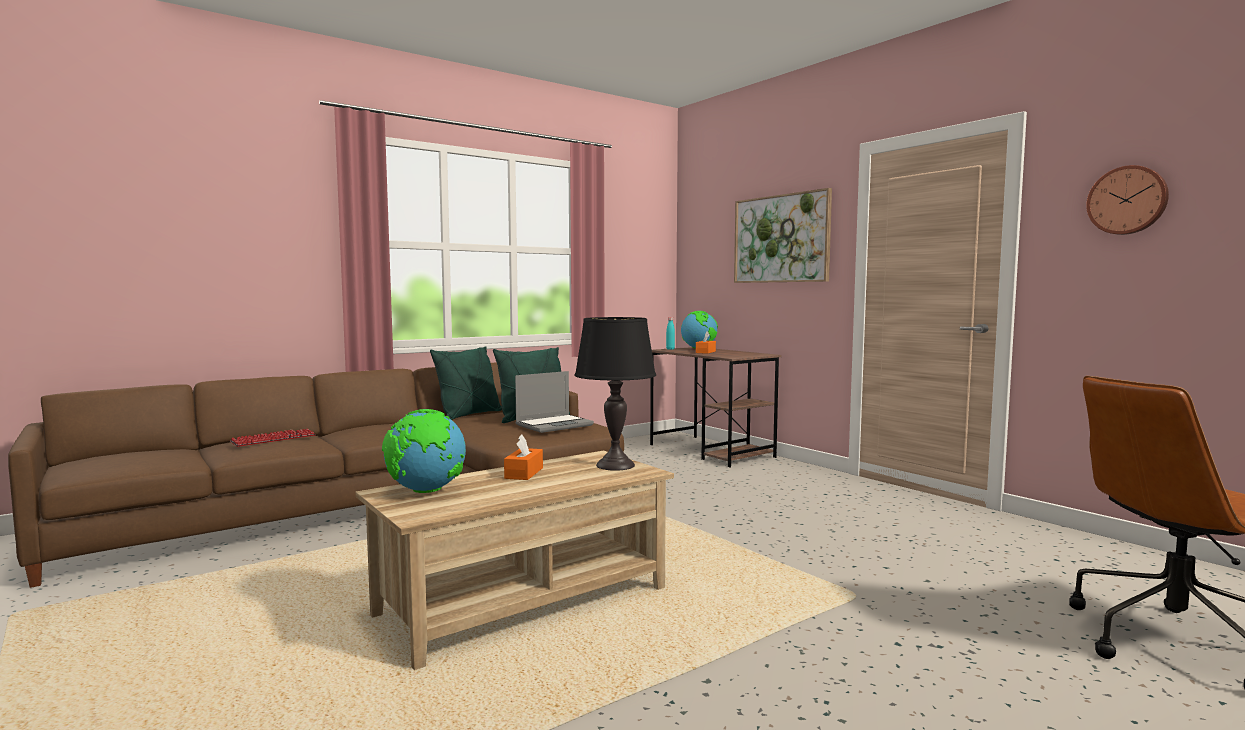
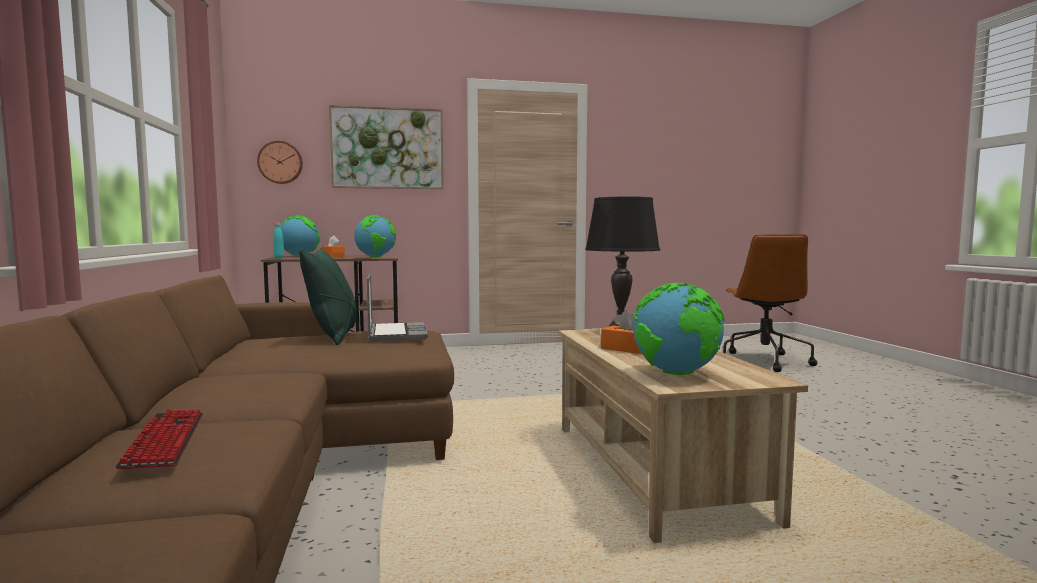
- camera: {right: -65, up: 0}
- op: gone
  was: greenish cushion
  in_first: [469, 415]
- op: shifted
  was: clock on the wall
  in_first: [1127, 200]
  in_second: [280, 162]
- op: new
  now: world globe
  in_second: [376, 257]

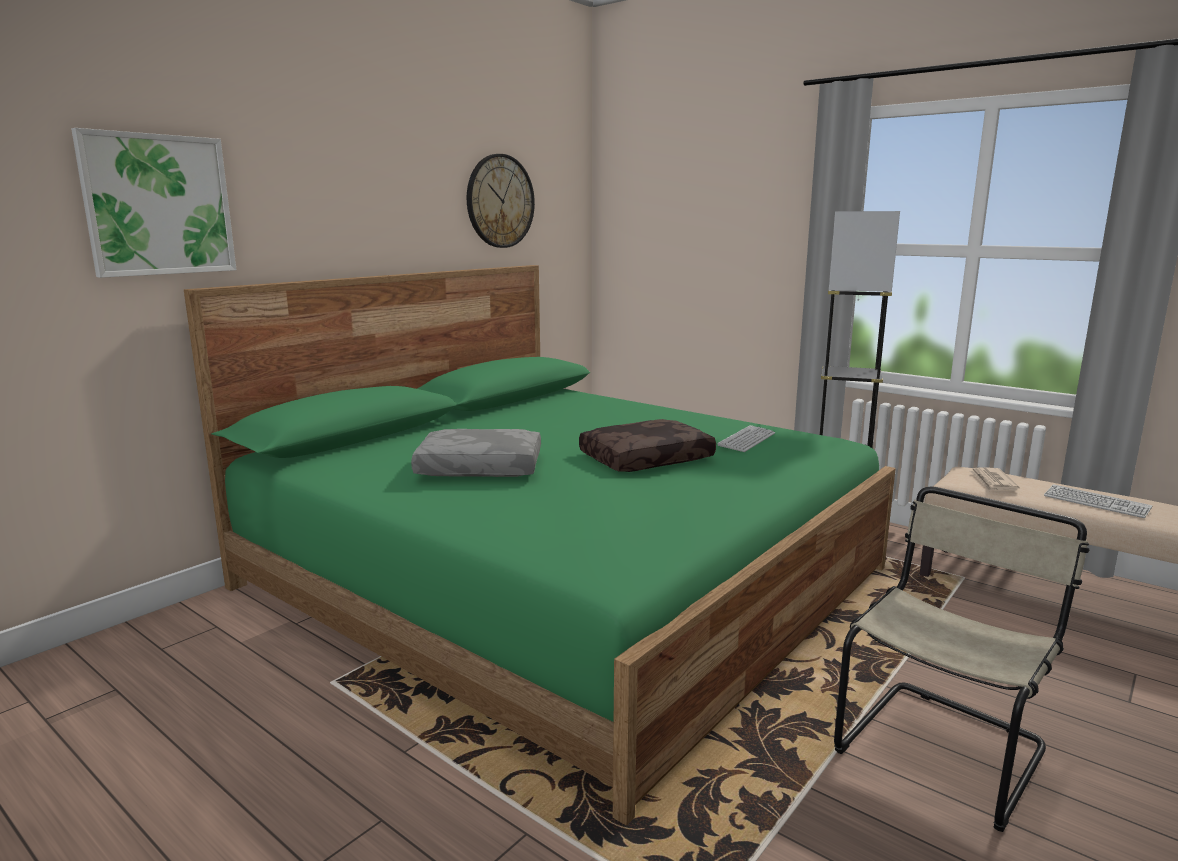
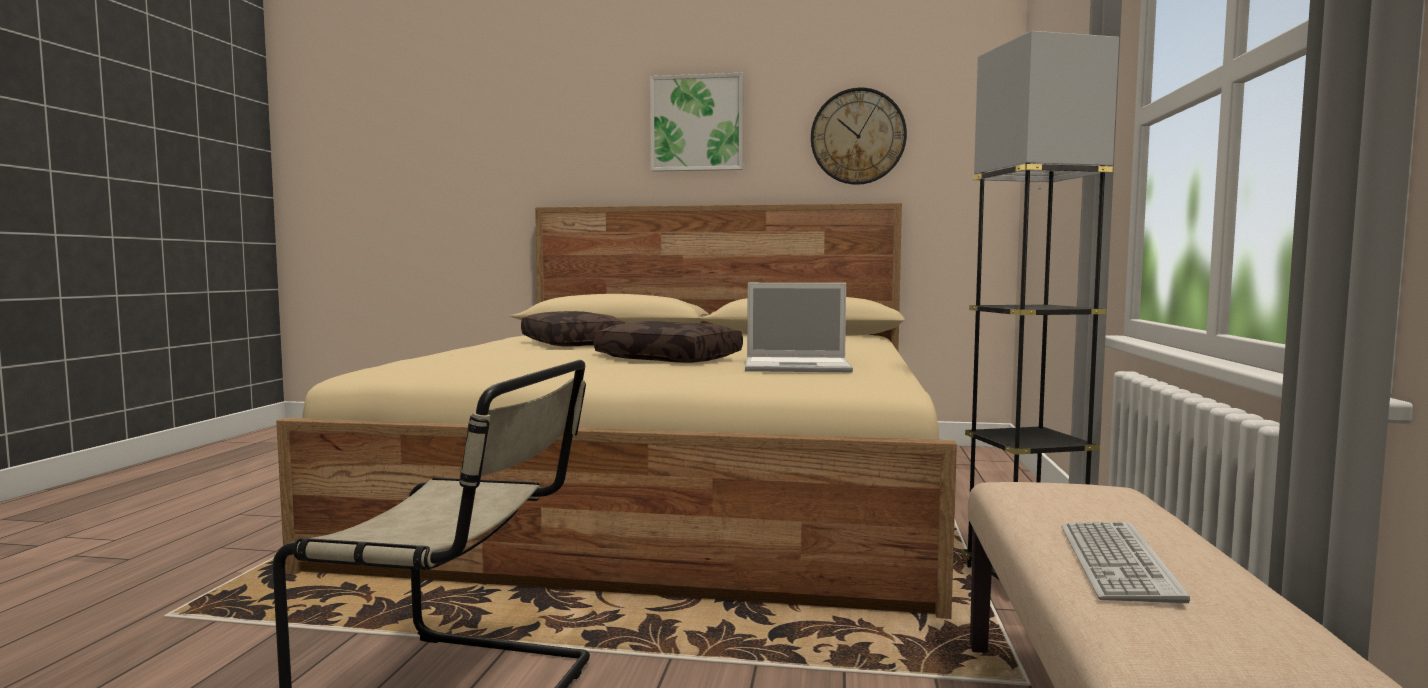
- camera: {right: 60, up: -10}
- op: shifted
  was: wall picture
  in_first: [158, 205]
  in_second: [697, 123]
- op: repainted
  was: greenish bedroom bed
  now: sand-coloured bedroom bed
  in_first: [562, 577]
  in_second: [674, 492]
- op: repainted
  was: greyish cushion
  now: brownish cushion
  in_first: [478, 469]
  in_second: [570, 343]
- op: swapped
  was: computer keyboard
  now: notebook computer
  in_first: [747, 440]
  in_second: [799, 366]
- op: gone
  was: printed paper
  in_first: [992, 482]

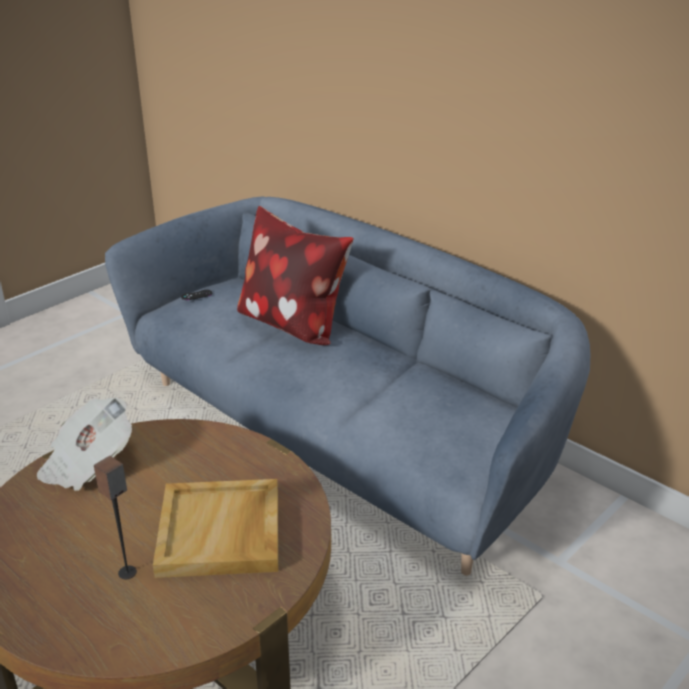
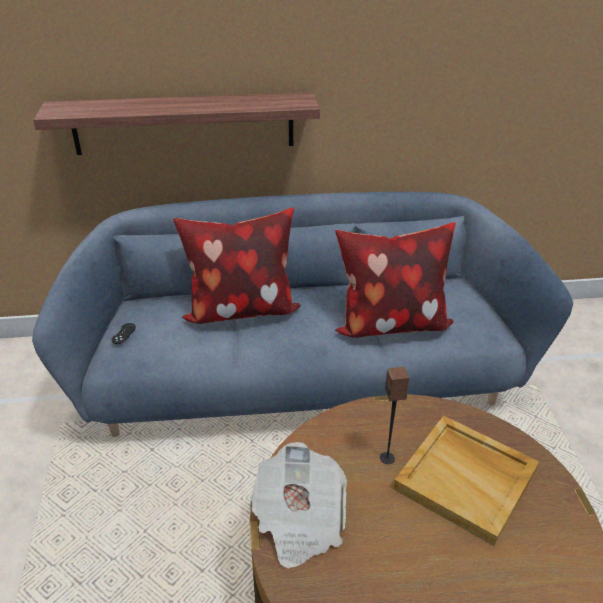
- camera: {right: -50, up: 5}
- op: shifted
  was: speaker
  in_first: [127, 573]
  in_second: [387, 458]
- op: new
  now: shelf
  in_second: [184, 123]
- op: new
  now: cushion
  in_second: [390, 323]

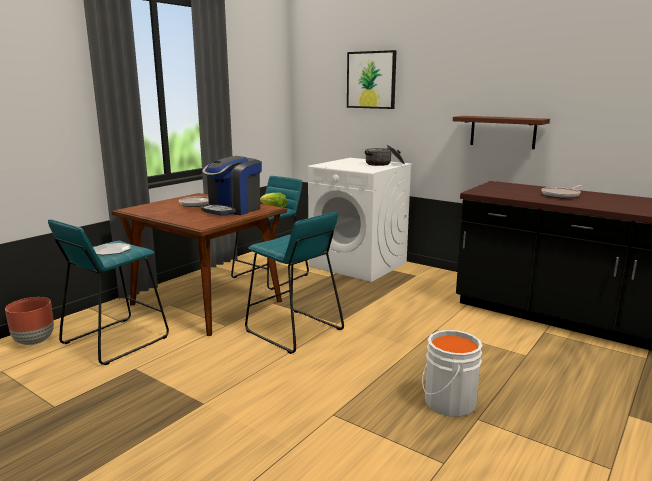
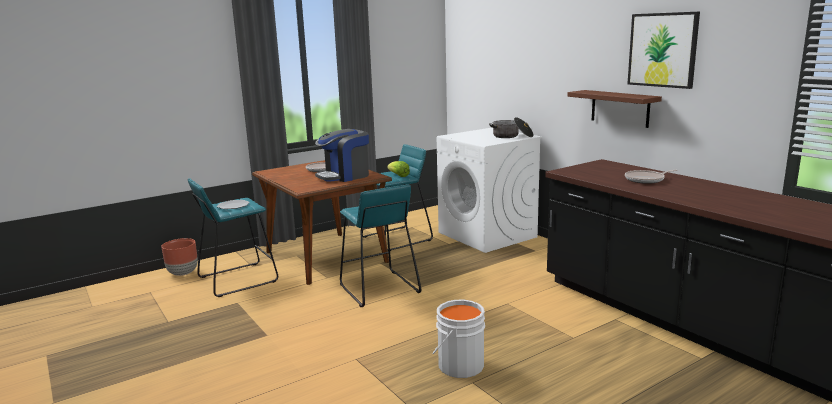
- camera: {right: 20, up: 0}
- op: shifted
  was: wall picture
  in_first: [371, 80]
  in_second: [662, 50]

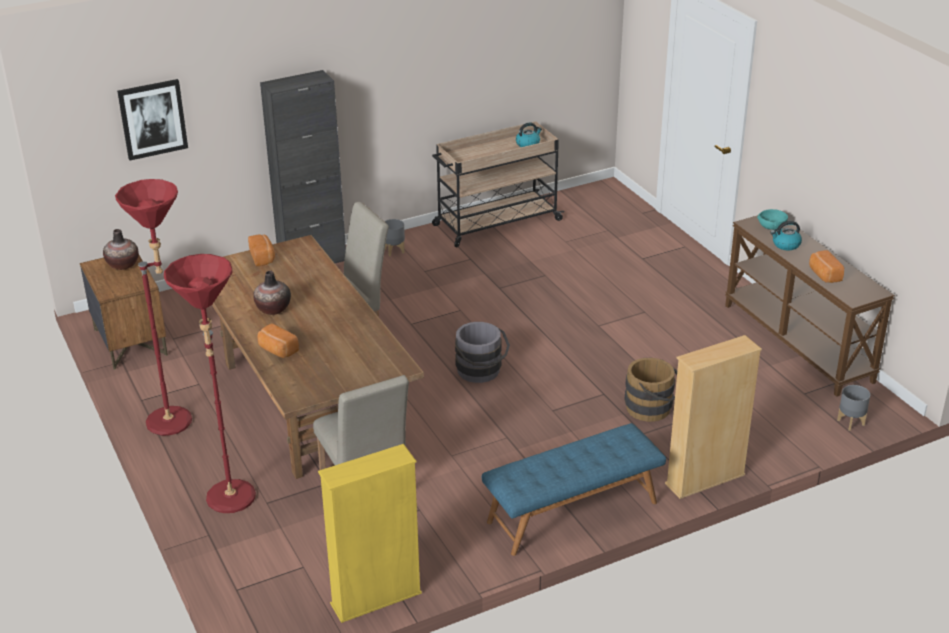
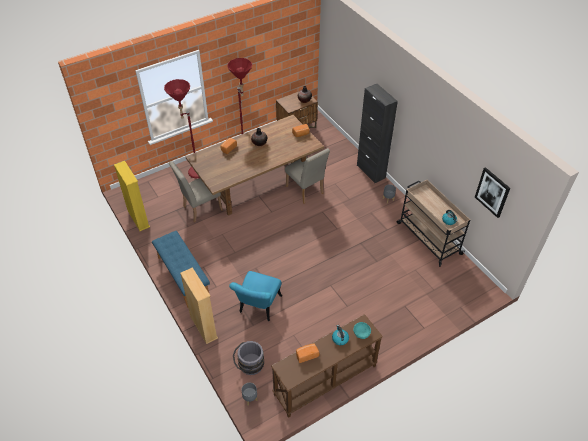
- camera: {right: 85, up: 15}
- op: shifted
  was: wall picture
  in_first: [152, 119]
  in_second: [492, 192]
- op: shifted
  was: greyish water bucket
  in_first: [480, 372]
  in_second: [249, 365]
- op: swapped
  was: brownish water bucket
  now: turquoise chair
  in_first: [652, 409]
  in_second: [258, 307]

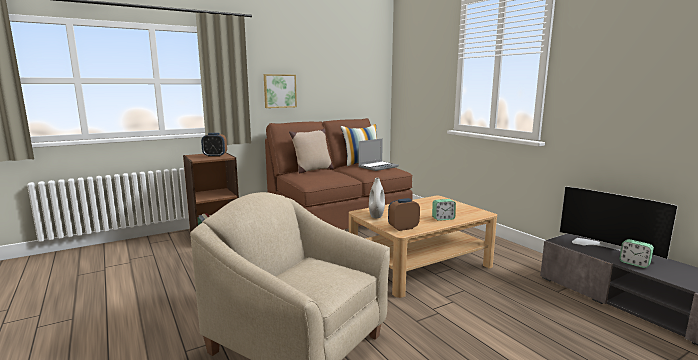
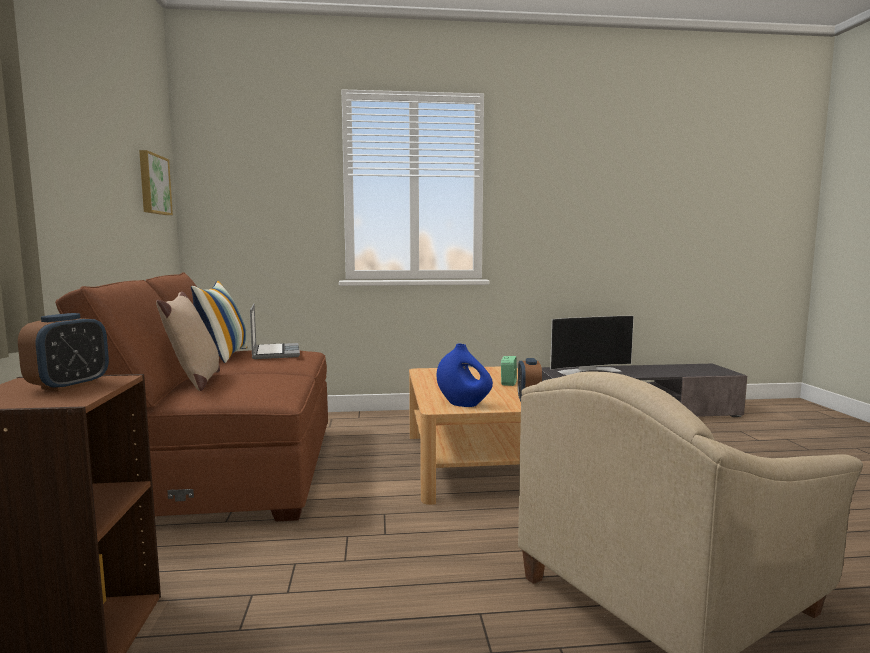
- camera: {right: -65, up: -5}
- op: shifted
  was: wall picture
  in_first: [279, 91]
  in_second: [153, 184]
- op: repainted
  was: whitish vase
  now: blue-coloured vase
  in_first: [376, 216]
  in_second: [463, 404]
- op: gone
  was: table clock
  in_first: [634, 263]

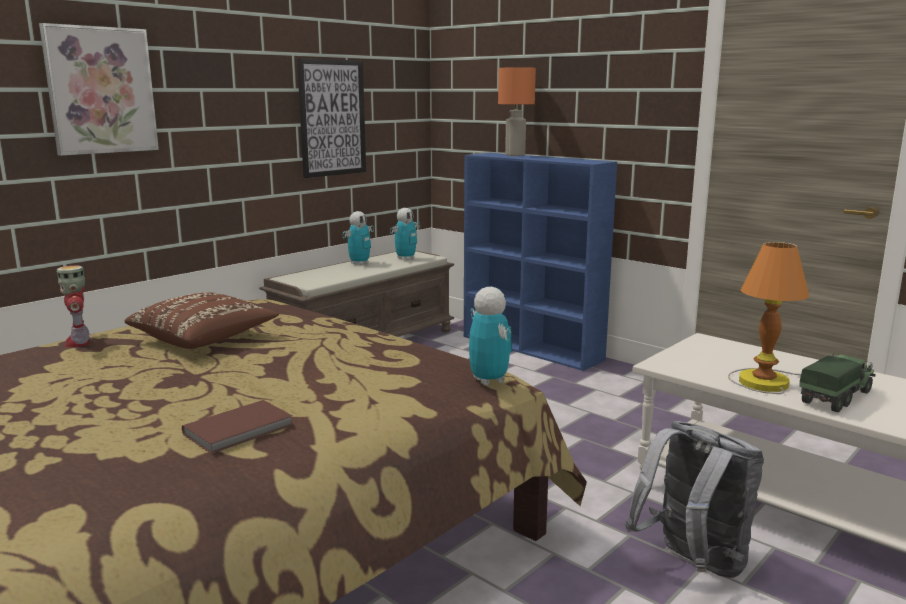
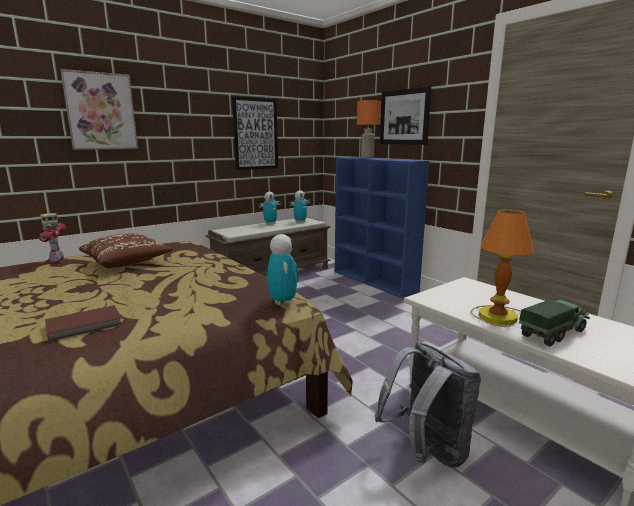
- camera: {right: 10, up: 0}
- op: new
  now: wall picture
  in_second: [404, 117]

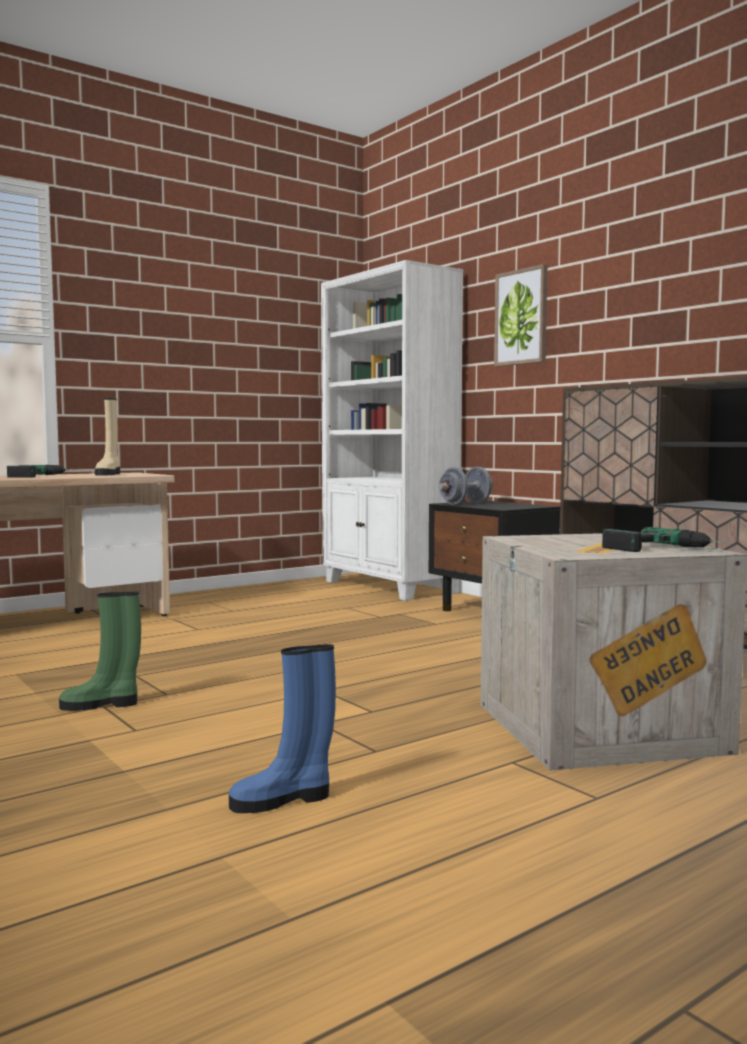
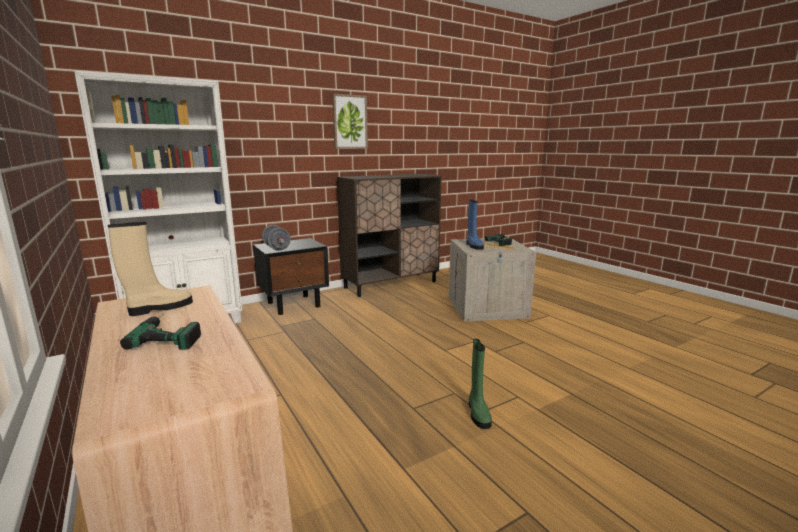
- camera: {right: -85, up: 10}
- op: rotated
  was: sand-coloured boot
  in_first: [109, 474]
  in_second: [159, 308]
  clockwise: -45
- op: shifted
  was: blue-coloured boot
  in_first: [283, 800]
  in_second: [473, 246]
- op: shifted
  was: wall picture
  in_first: [521, 317]
  in_second: [349, 122]

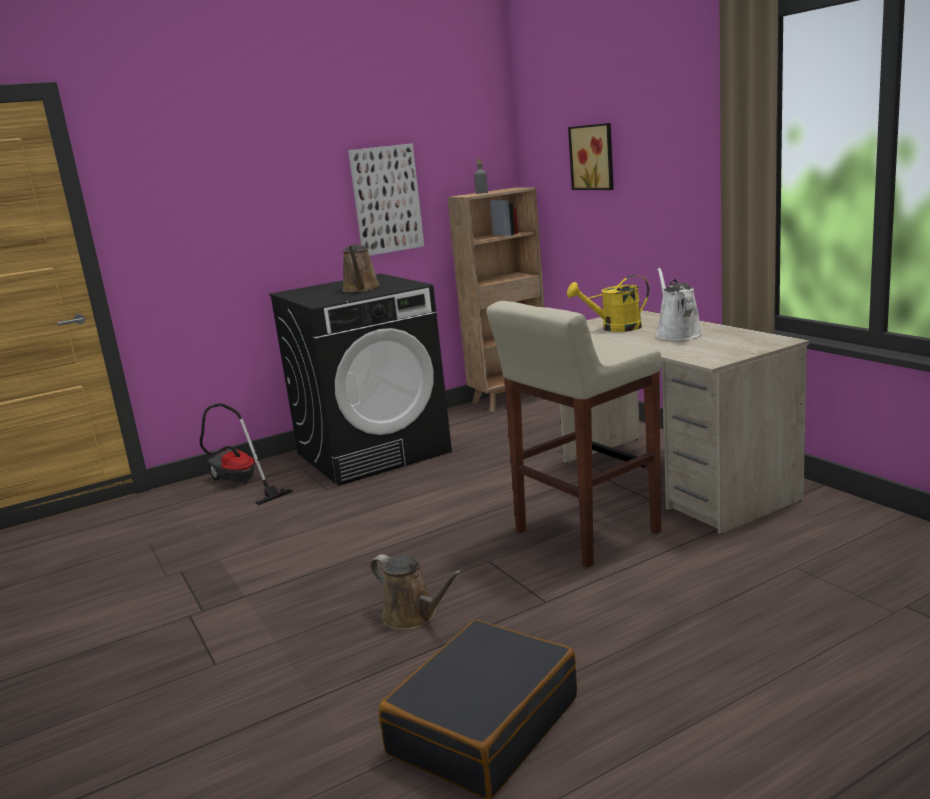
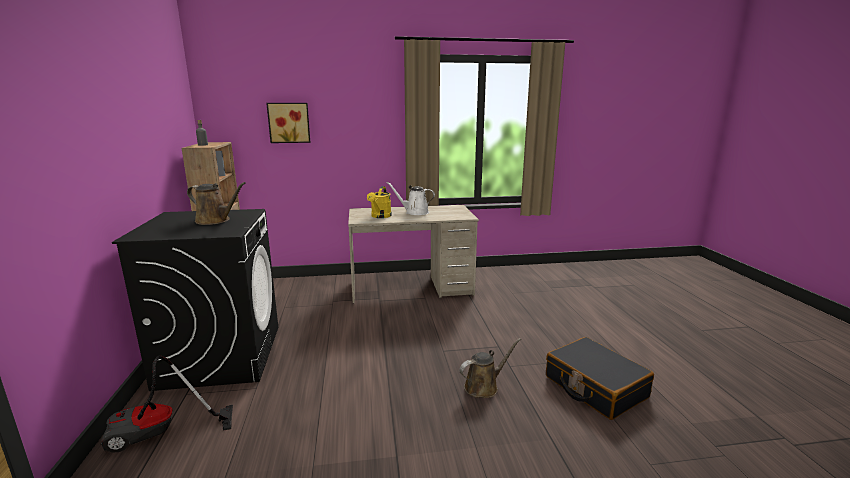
- camera: {right: -70, up: 0}
- op: gone
  was: wall picture
  in_first: [386, 199]
- op: gone
  was: sand-coloured stool seat
  in_first: [585, 533]

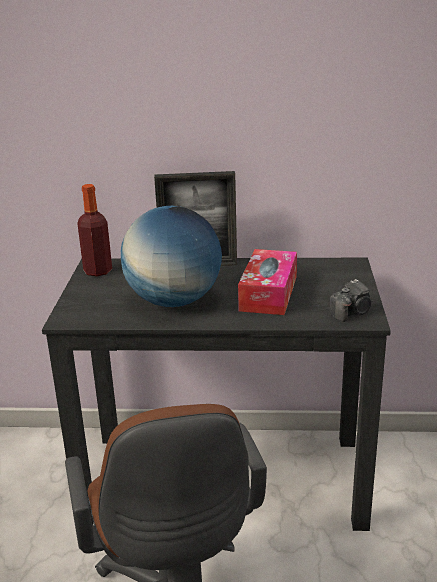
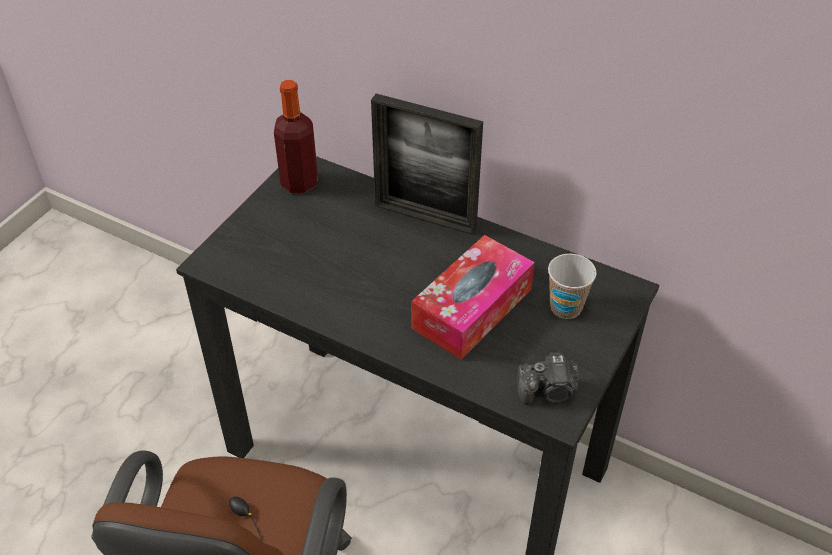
- camera: {right: 25, up: 20}
- op: gone
  was: world globe
  in_first: [174, 301]
- op: new
  now: cup
  in_second: [566, 307]

